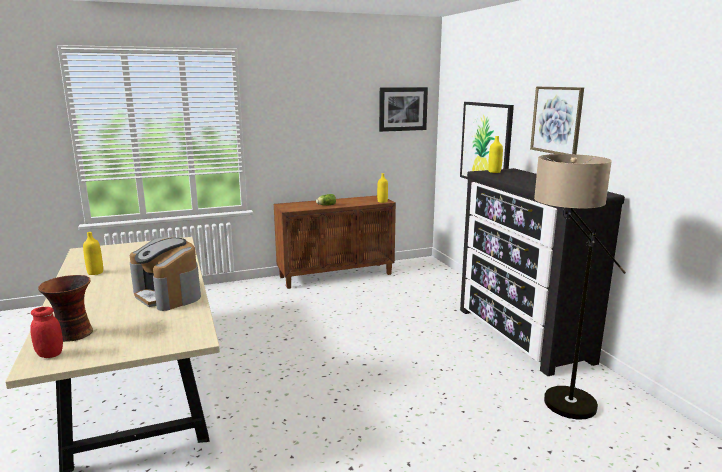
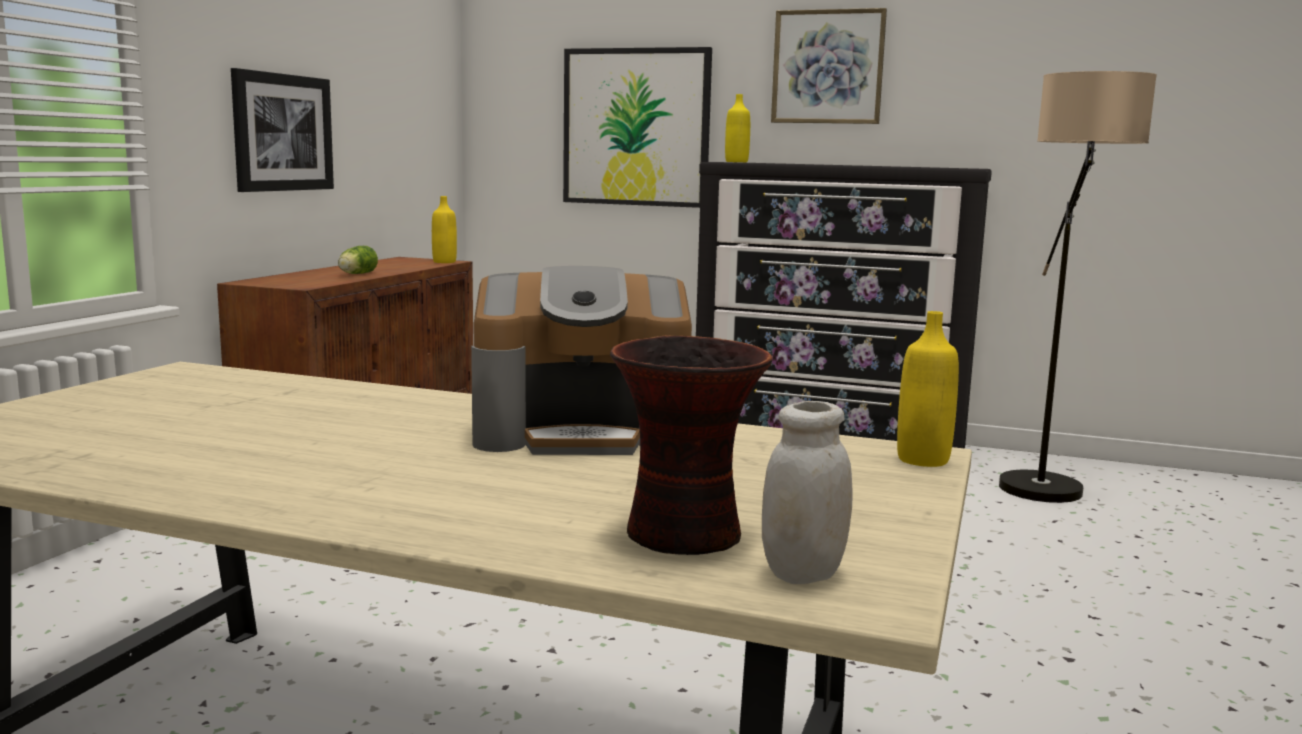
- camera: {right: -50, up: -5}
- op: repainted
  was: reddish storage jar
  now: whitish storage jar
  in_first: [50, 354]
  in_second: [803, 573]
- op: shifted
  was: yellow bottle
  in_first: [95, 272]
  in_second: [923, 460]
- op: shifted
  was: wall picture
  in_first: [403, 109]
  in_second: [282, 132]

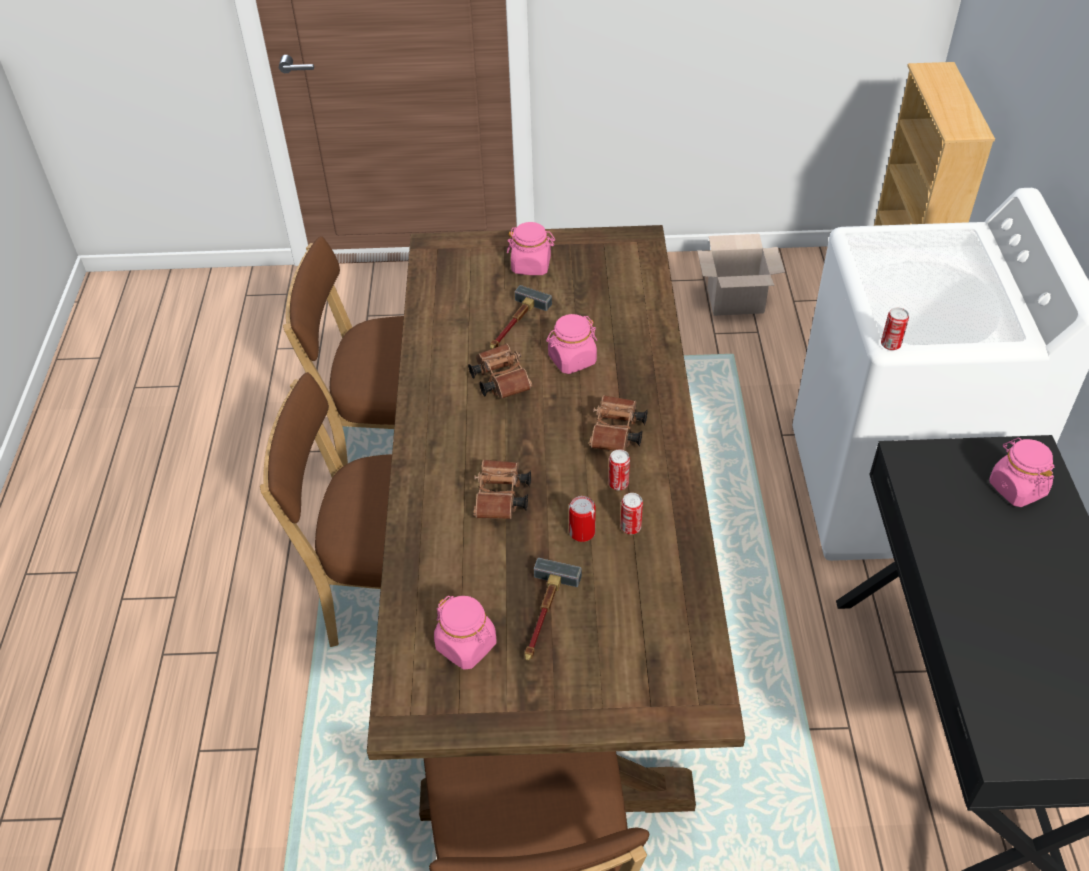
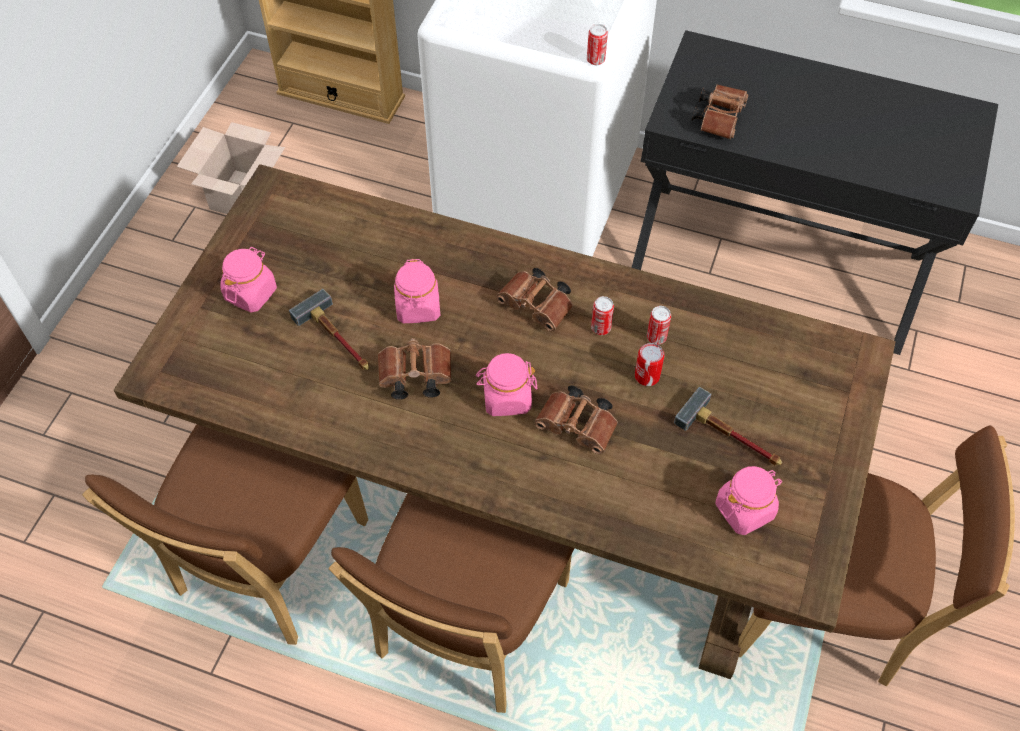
- camera: {right: -70, up: 10}
- op: shifted
  was: pink storage jar
  in_first: [1016, 488]
  in_second: [506, 398]
- op: new
  now: brownish binoculars
  in_second: [719, 118]

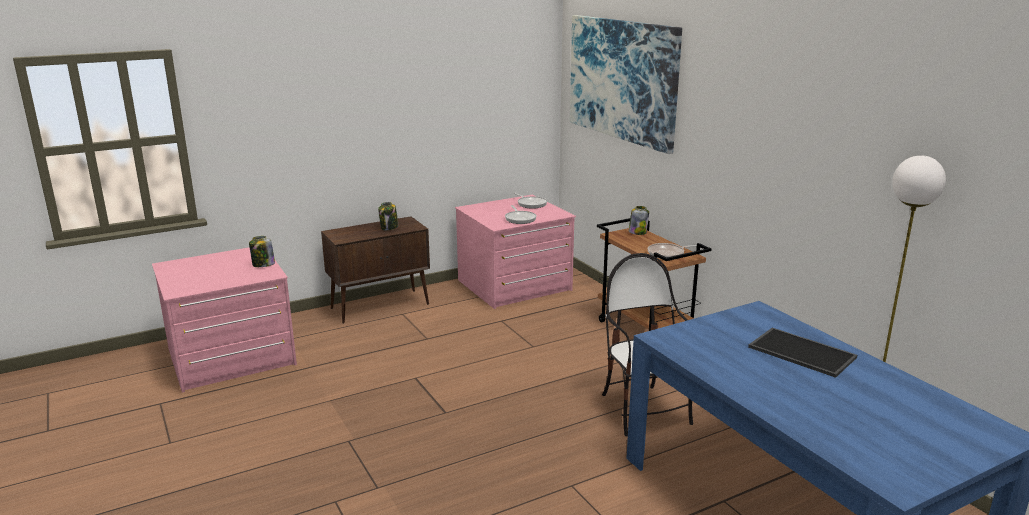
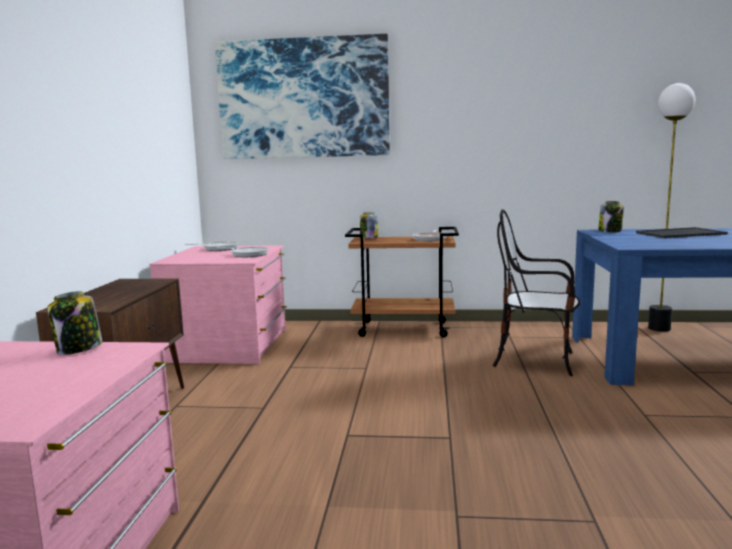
- camera: {right: -55, up: -10}
- op: shifted
  was: storage jar
  in_first: [389, 227]
  in_second: [610, 231]

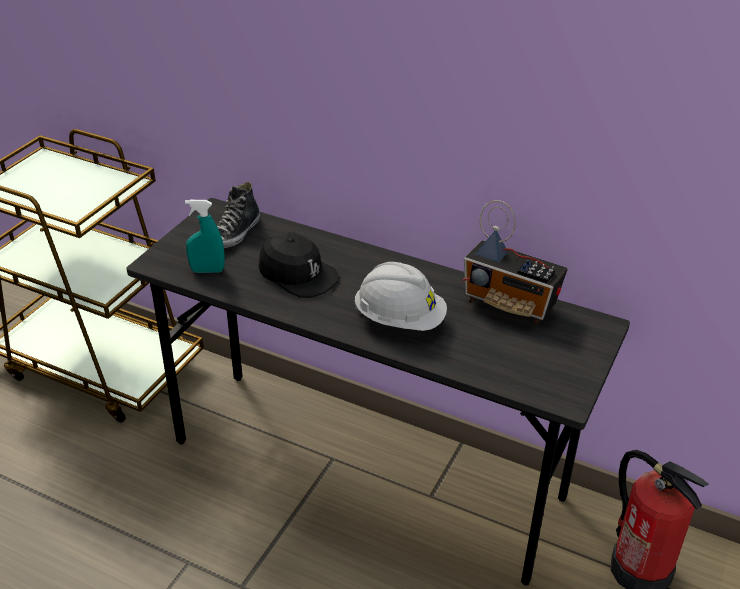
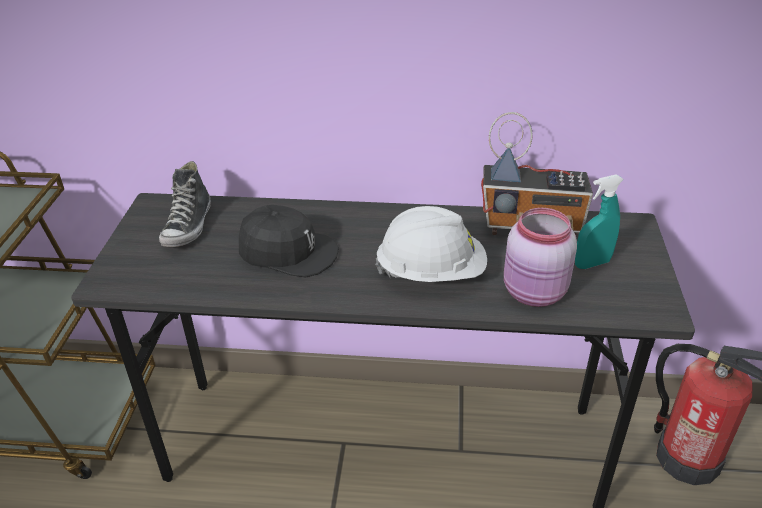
- camera: {right: -20, up: 0}
- op: shifted
  was: turquoise spray bottle
  in_first: [207, 270]
  in_second: [592, 263]
- op: new
  now: pink storage jar
  in_second: [535, 293]

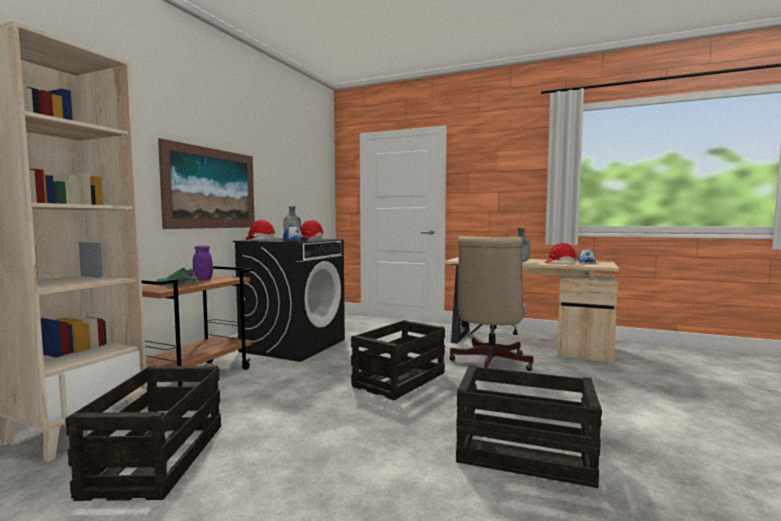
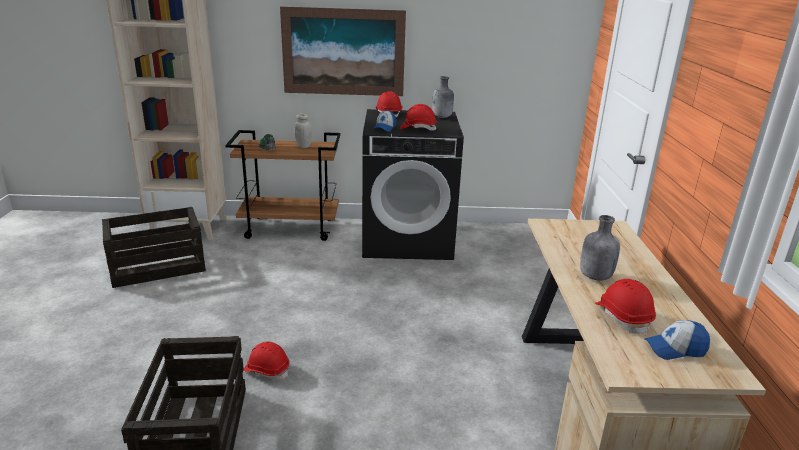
- camera: {right: 65, up: 20}
- op: repainted
  was: purplish storage jar
  now: whitish storage jar
  in_first: [203, 279]
  in_second: [303, 146]
- op: gone
  was: shipping crate
  in_first: [400, 379]
- op: gone
  was: sand-coloured office chair
  in_first: [489, 363]
- op: new
  now: reddish work helmet
  in_second: [267, 370]

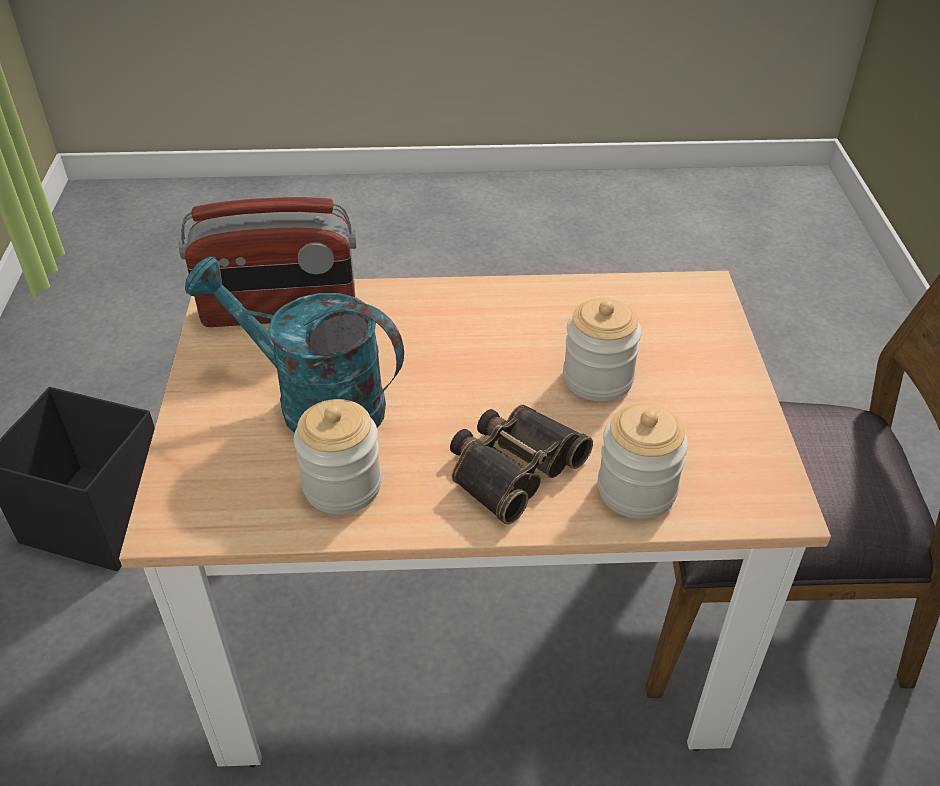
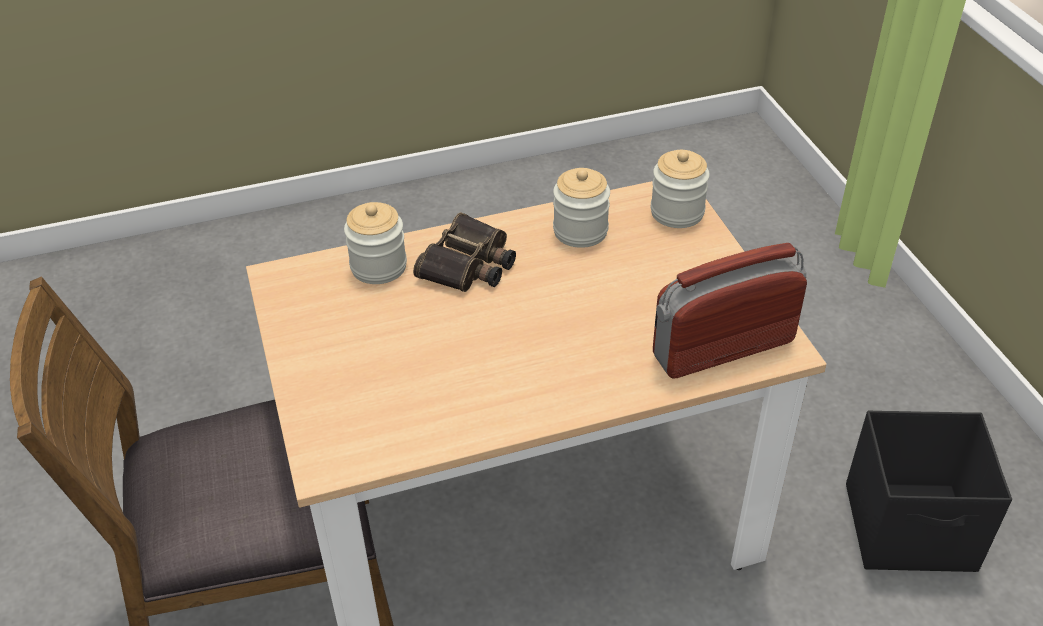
- camera: {right: 165, up: 0}
- op: gone
  was: turquoise watering pot
  in_first: [314, 402]
- op: shifted
  was: storage jar
  in_first: [598, 378]
  in_second: [677, 212]

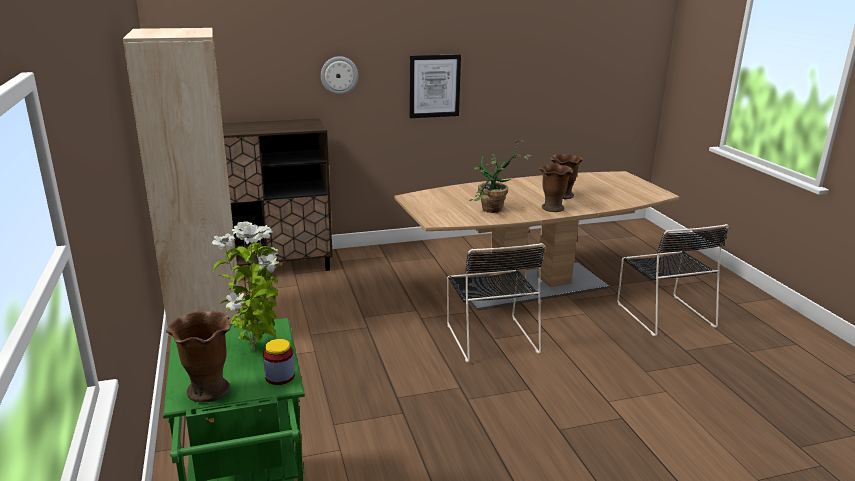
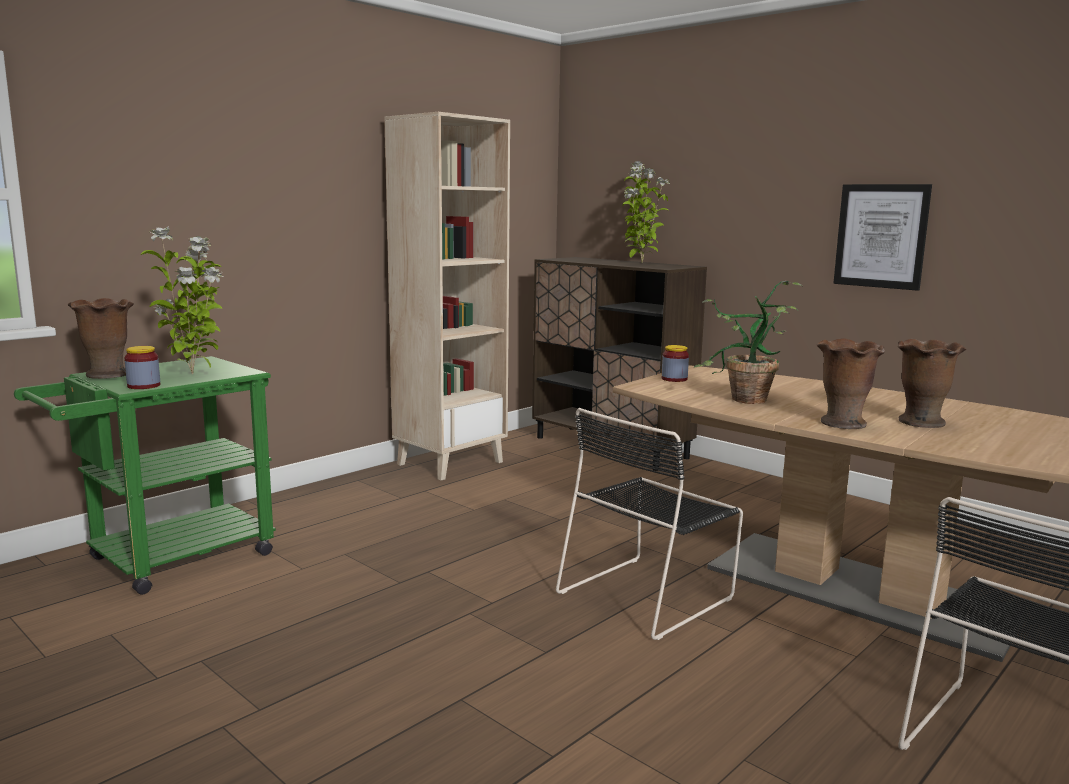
- camera: {right: 60, up: -10}
- op: gone
  was: clock on the wall
  in_first: [339, 75]
- op: new
  now: potted plant
  in_second: [640, 262]
- op: new
  now: storage jar
  in_second: [674, 379]

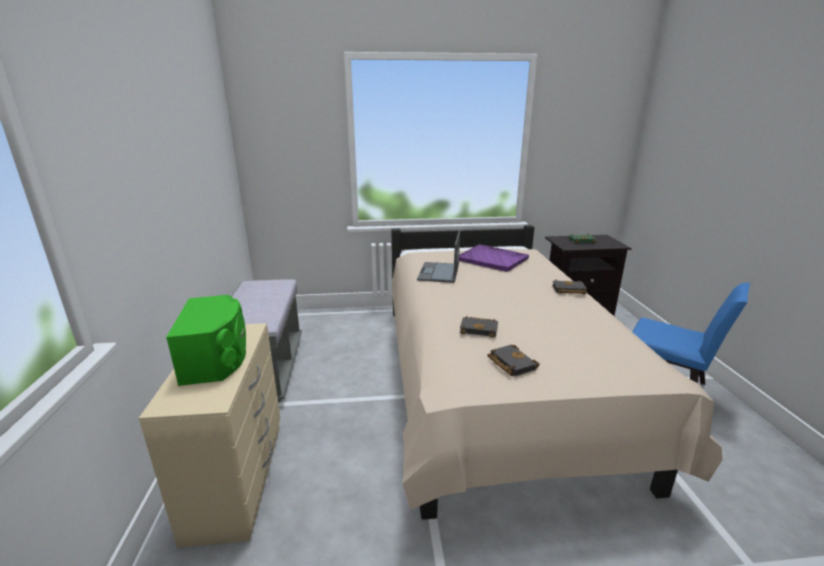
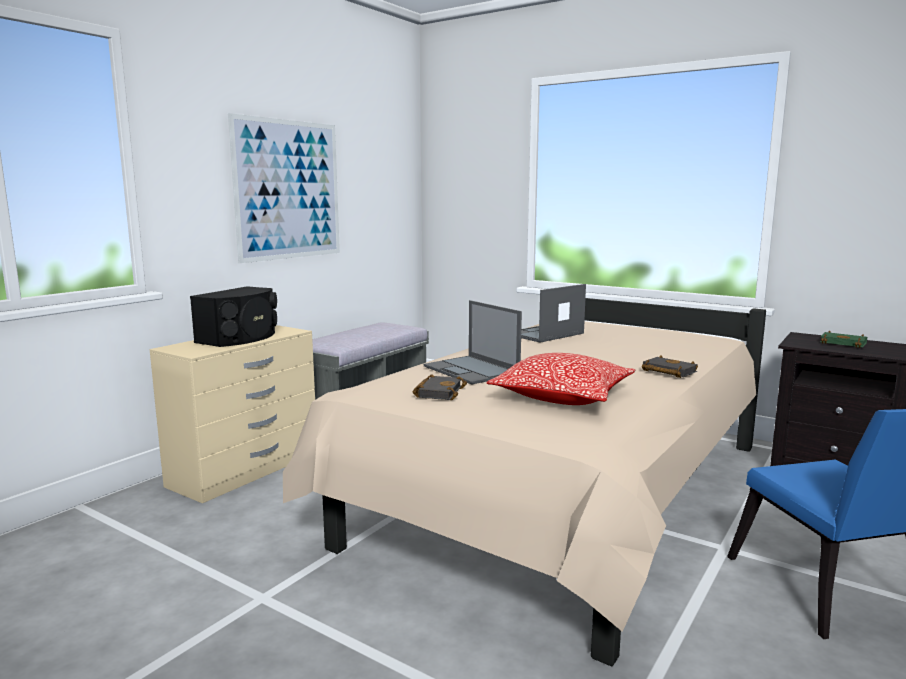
- camera: {right: 40, up: -10}
- op: repainted
  was: greenish speaker
  now: black speaker
  in_first: [217, 358]
  in_second: [240, 338]
- op: gone
  was: purplish carrying tray
  in_first: [492, 259]
- op: swapped
  was: black volume
  now: notebook computer
  in_first: [480, 329]
  in_second: [472, 370]
- op: new
  now: wall picture
  in_second: [288, 190]
- op: new
  now: cushion
  in_second: [562, 397]

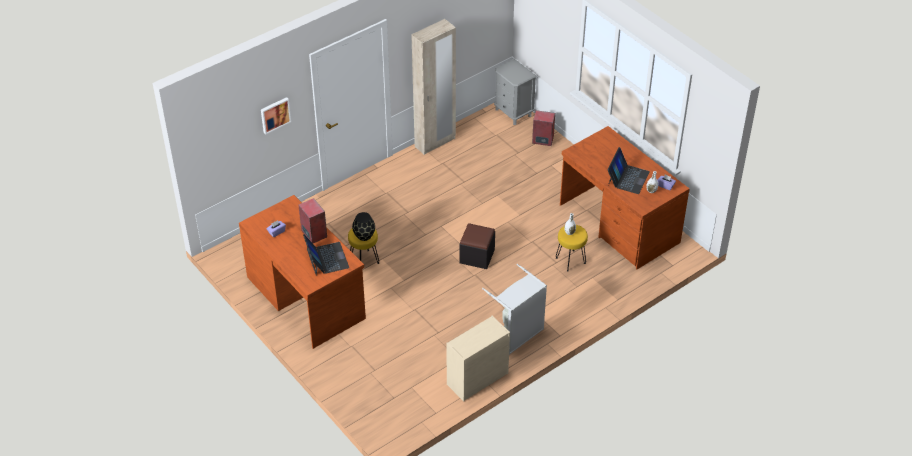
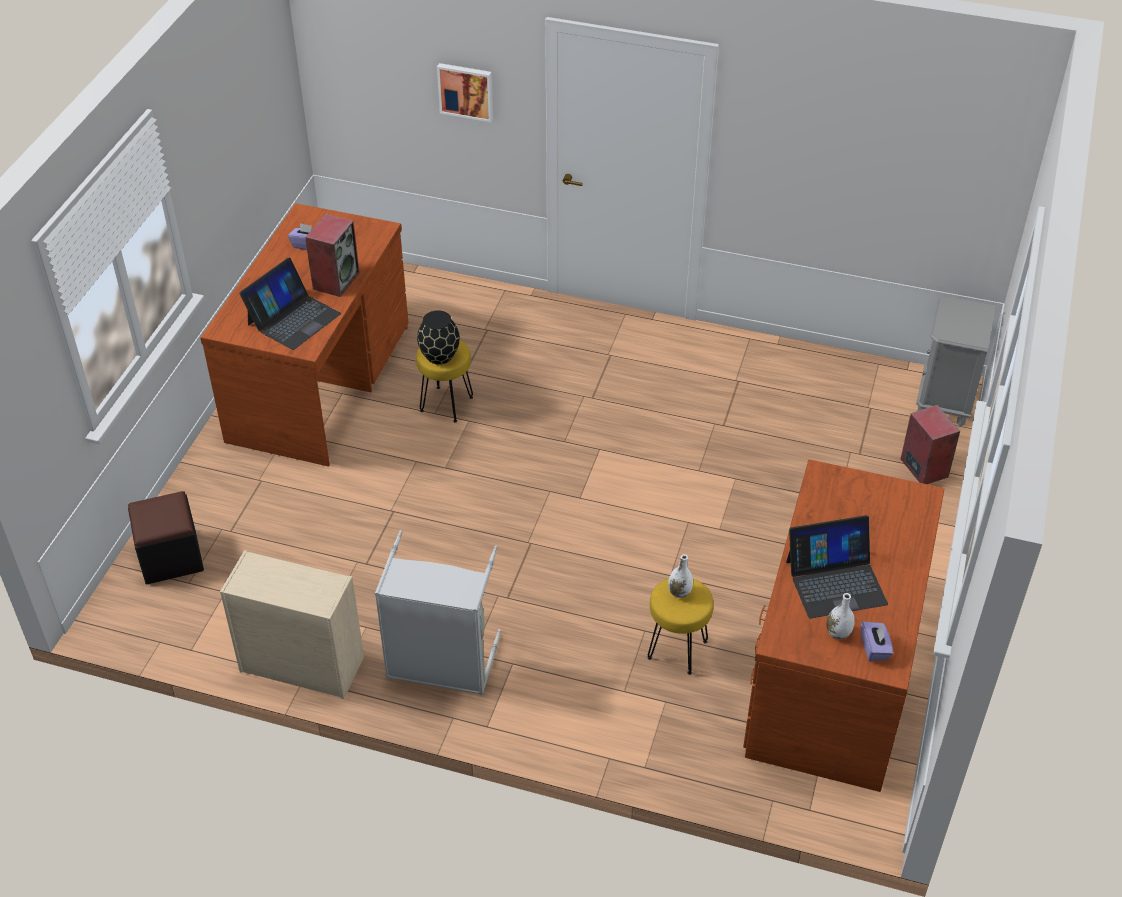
- camera: {right: 55, up: 0}
- op: gone
  was: sand-coloured clothes cupboard
  in_first: [435, 143]
- op: shifted
  was: black footrest
  in_first: [477, 256]
  in_second: [171, 557]

